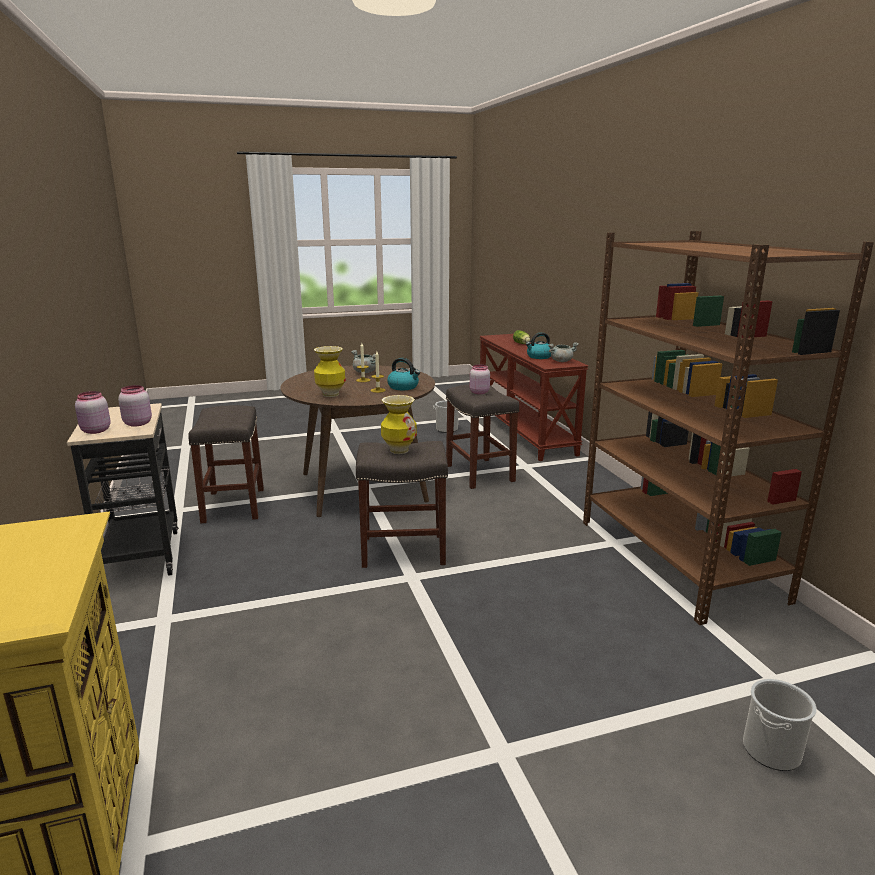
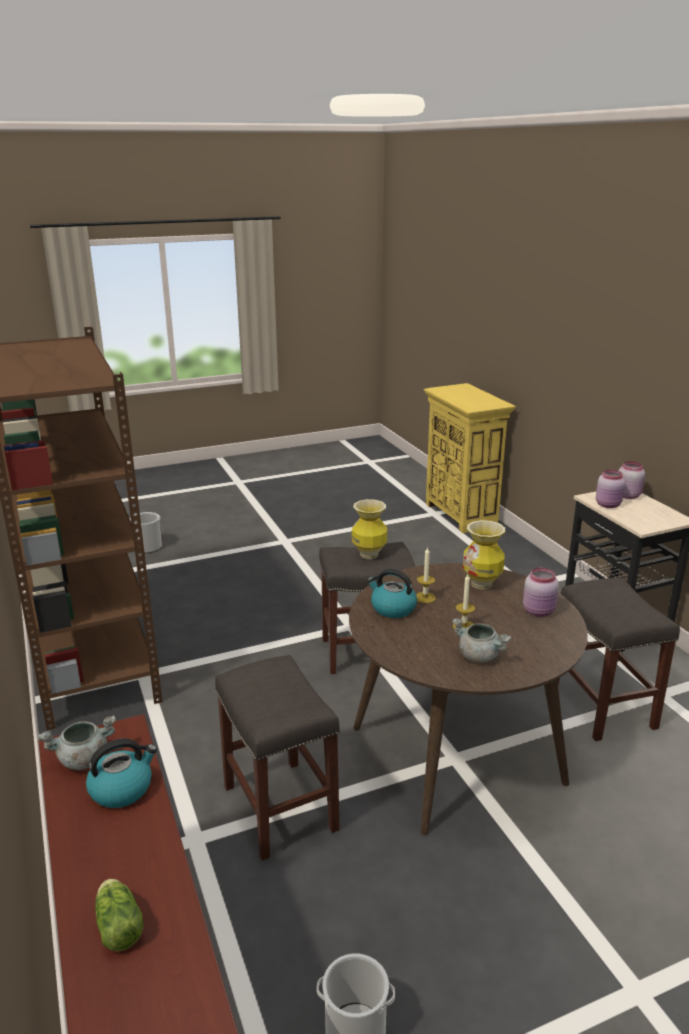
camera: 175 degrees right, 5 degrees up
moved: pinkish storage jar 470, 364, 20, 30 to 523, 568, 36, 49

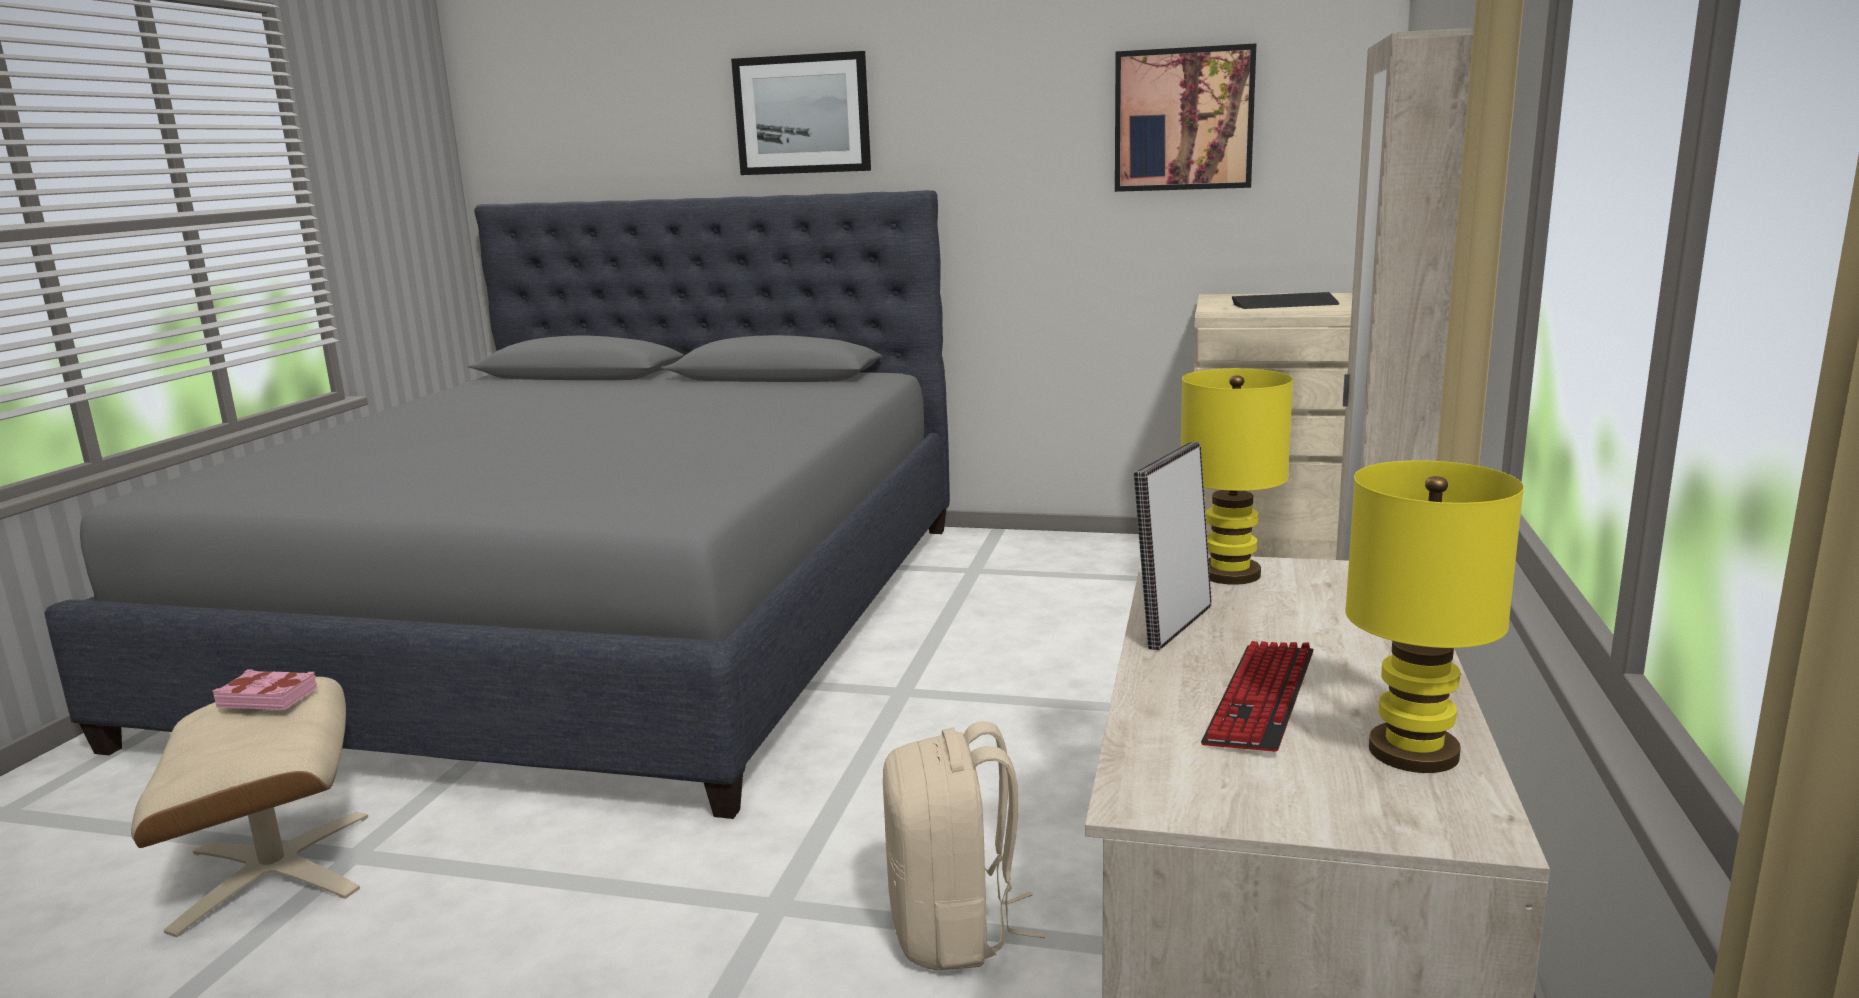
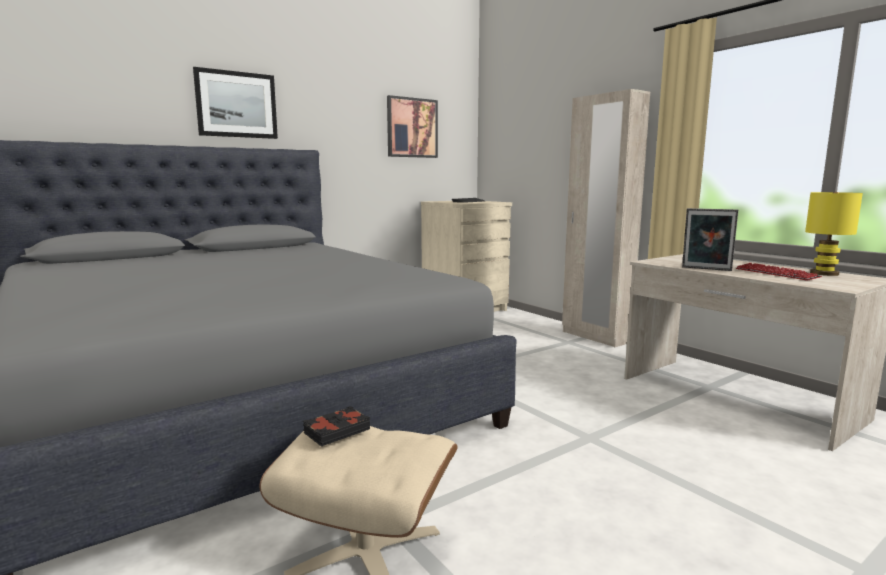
camera: 50 degrees left, 5 degrees down
removed: beige rucksack 883, 721, 162, 249; yellowish table lamp 1181, 368, 112, 217
recoloured: pinkish volume 213, 669, 105, 41 to black-coloured volume 303, 406, 67, 40
turned: standing frame 1134, 442, 78, 208 = 682, 208, 56, 63 45 degrees counterclockwise

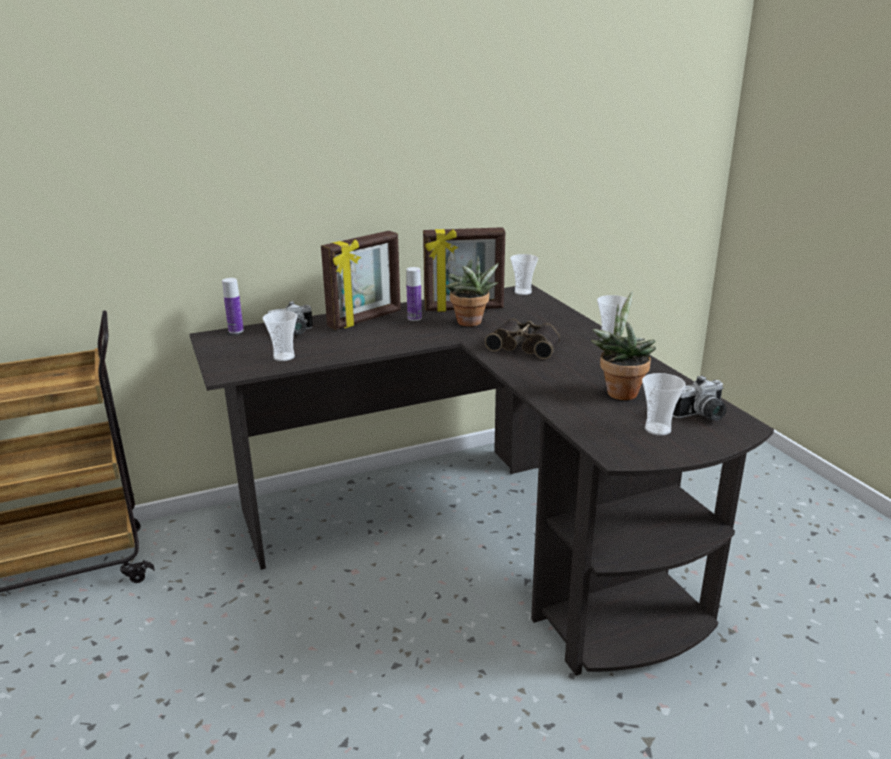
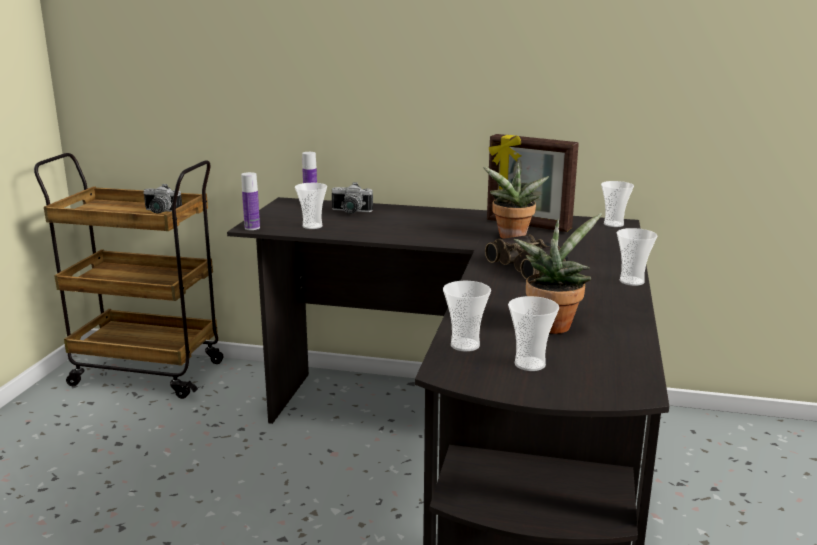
camera: 35 degrees right, 5 degrees down
removed: standing frame 321, 231, 80, 99
added: small cup 443, 281, 48, 71
moved: drink bottle 406, 267, 16, 54 to 241, 172, 19, 58; photo camera 673, 375, 54, 45 to 143, 184, 39, 30

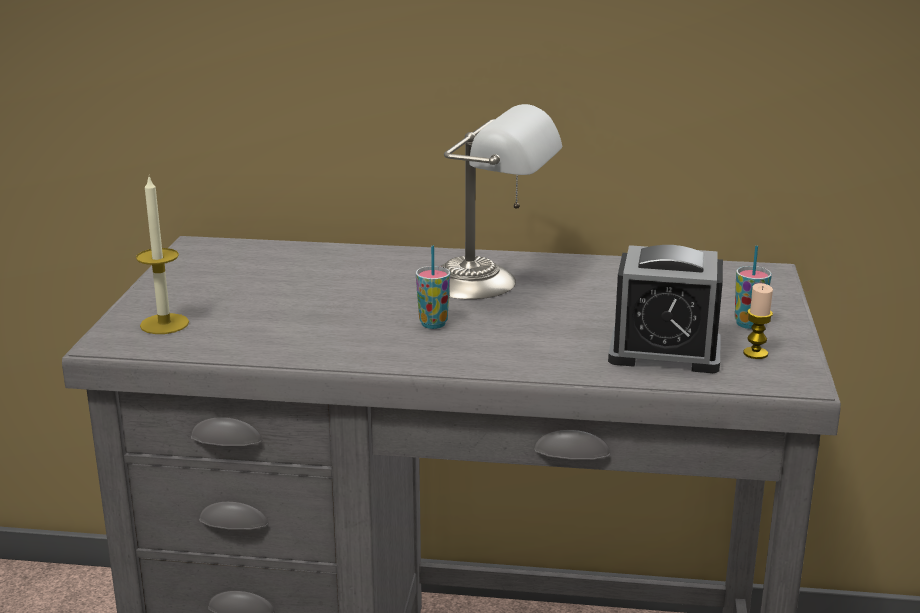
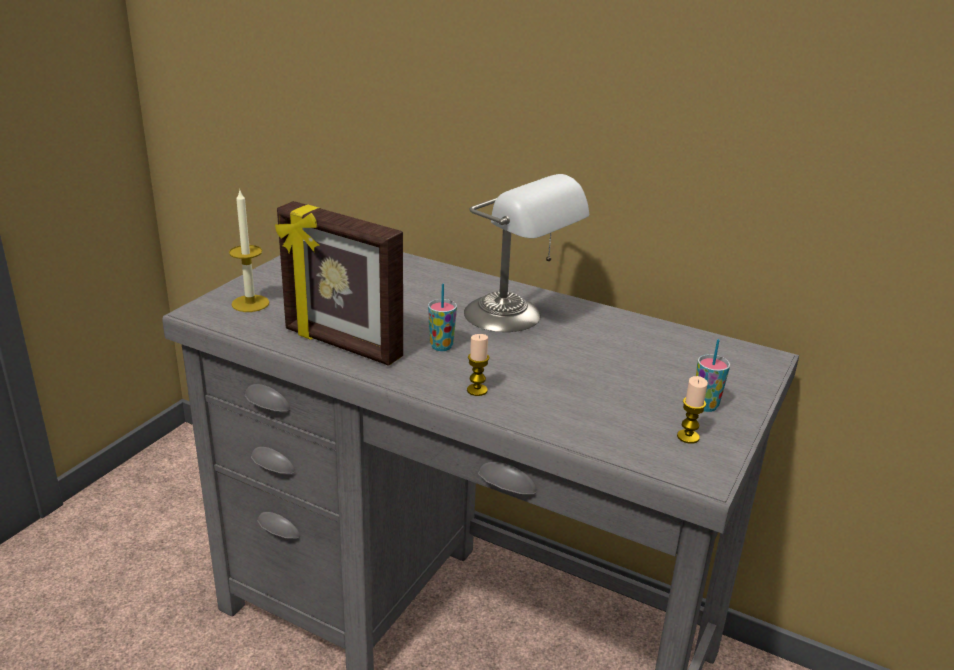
camera: 20 degrees right, 5 degrees up
removed: table clock 608, 245, 115, 128
added: standing frame 275, 201, 128, 165; candle 467, 334, 22, 62

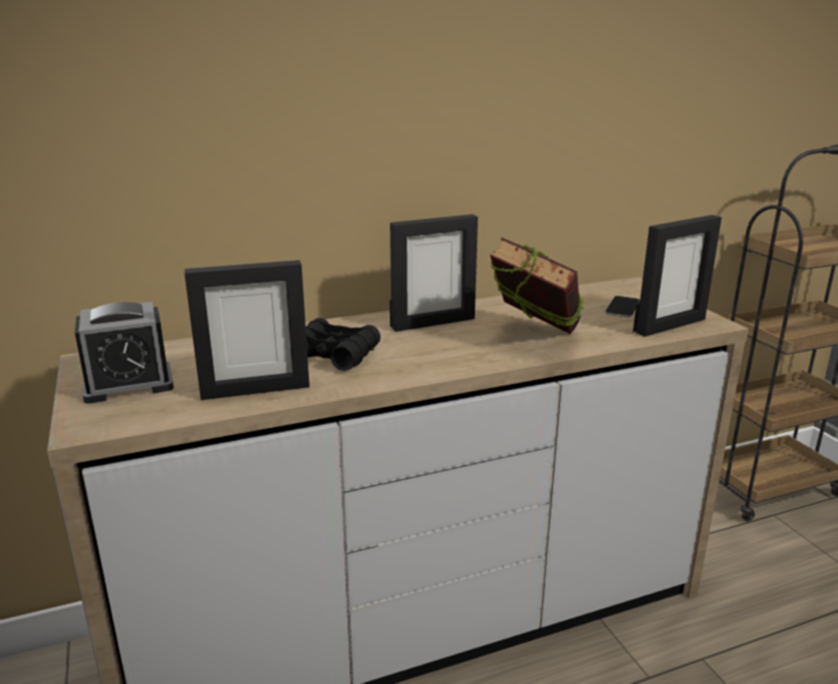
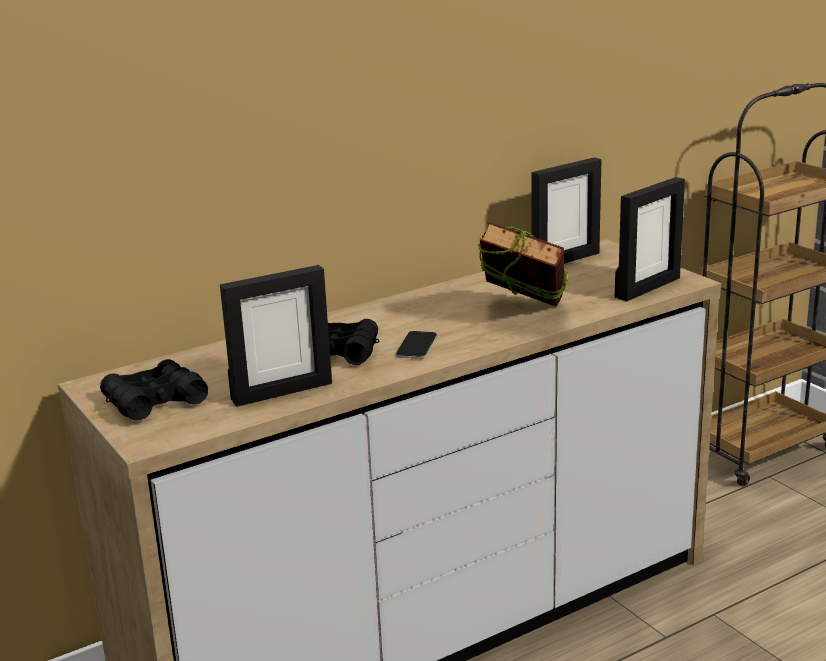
camera: 10 degrees left, 0 degrees up
moved: standing frame 390, 214, 88, 118 to 532, 157, 70, 107; telephone 605, 296, 35, 21 to 396, 331, 41, 28
replaced: table clock 75, 302, 99, 102 to black-coloured binoculars 100, 359, 108, 61

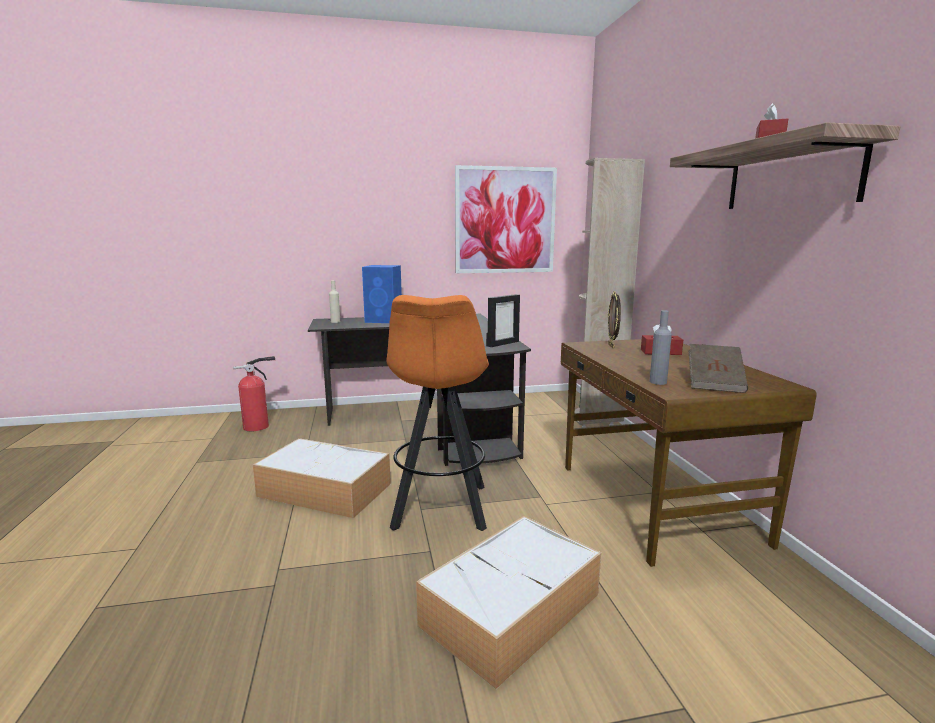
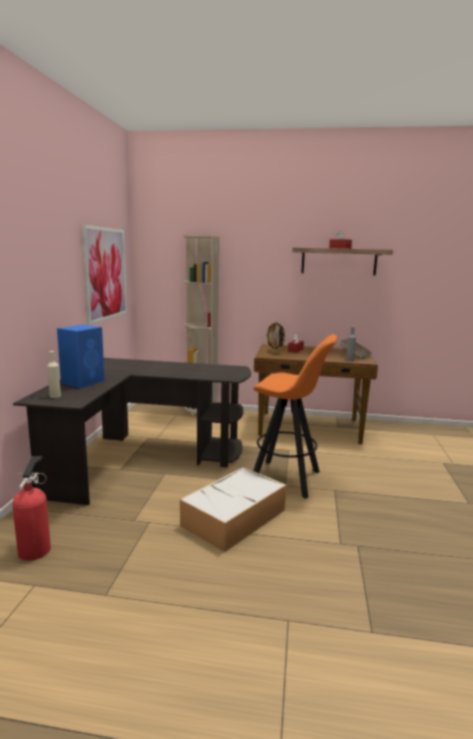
camera: 70 degrees left, 0 degrees up
removed: storage bin 416, 516, 185, 173; standing frame 486, 294, 34, 53

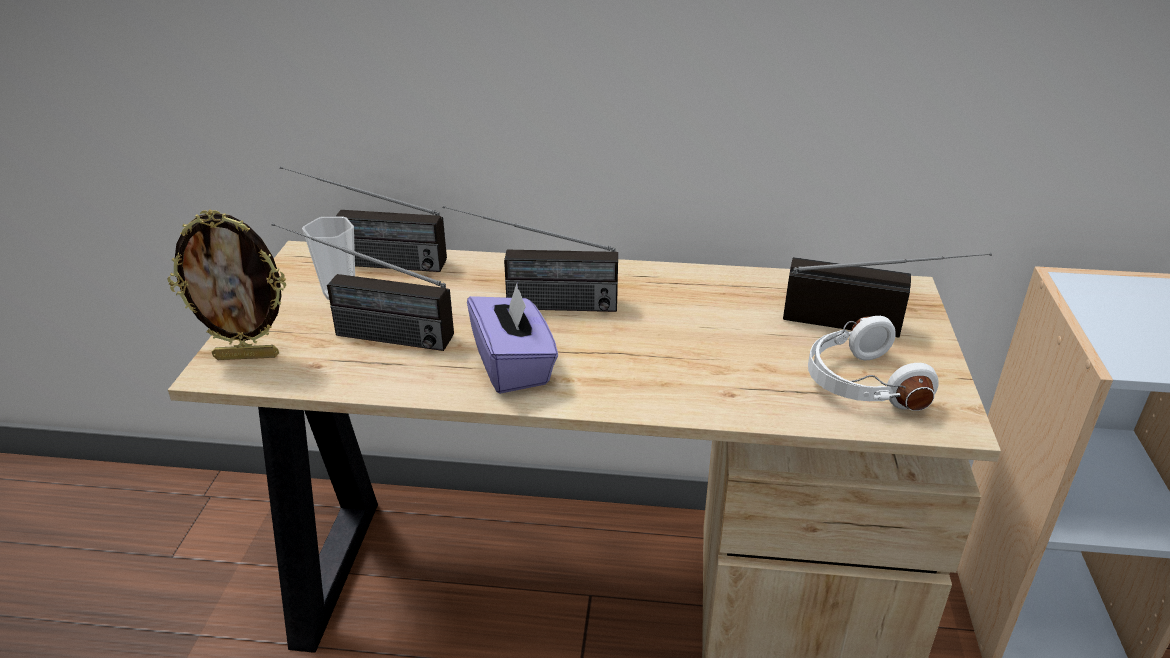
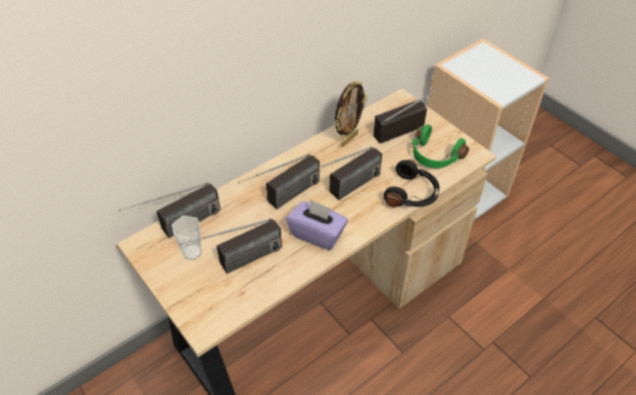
camera: 45 degrees left, 15 degrees up
added: radio receiver 305, 147, 77, 53; black-coloured pair of headphones 384, 159, 56, 48
moved: standing frame 167, 209, 119, 151 to 335, 81, 32, 66
recoloured: white pair of headphones 808, 316, 131, 95 to green-coloured pair of headphones 412, 124, 57, 44

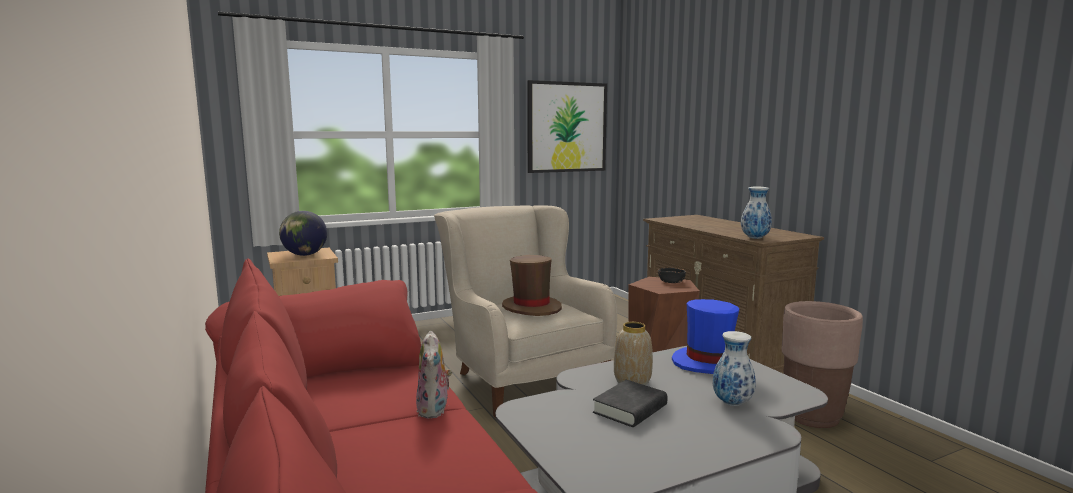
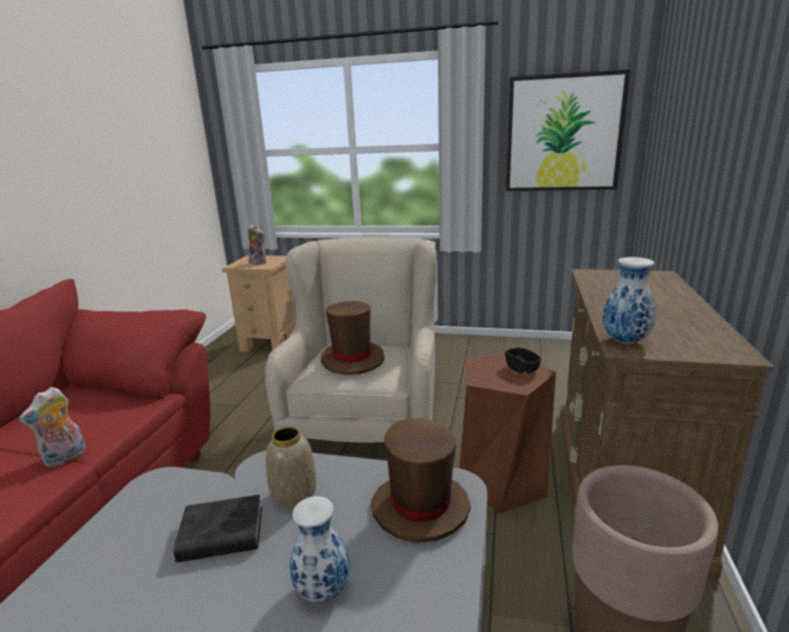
camera: 40 degrees right, 10 degrees up
replaced: globe 279, 211, 48, 45 to cuddly toy 248, 224, 18, 41
recoloured: blue wearable hat 672, 299, 67, 75 to brown-coloured wearable hat 371, 418, 100, 125

